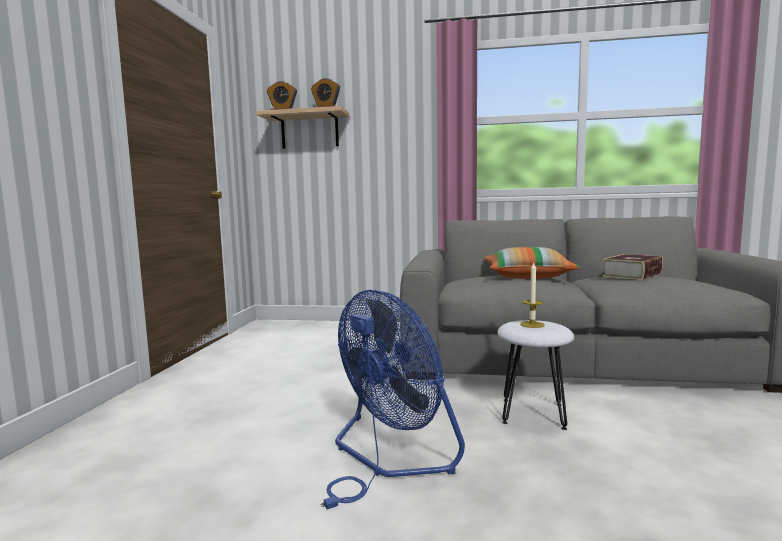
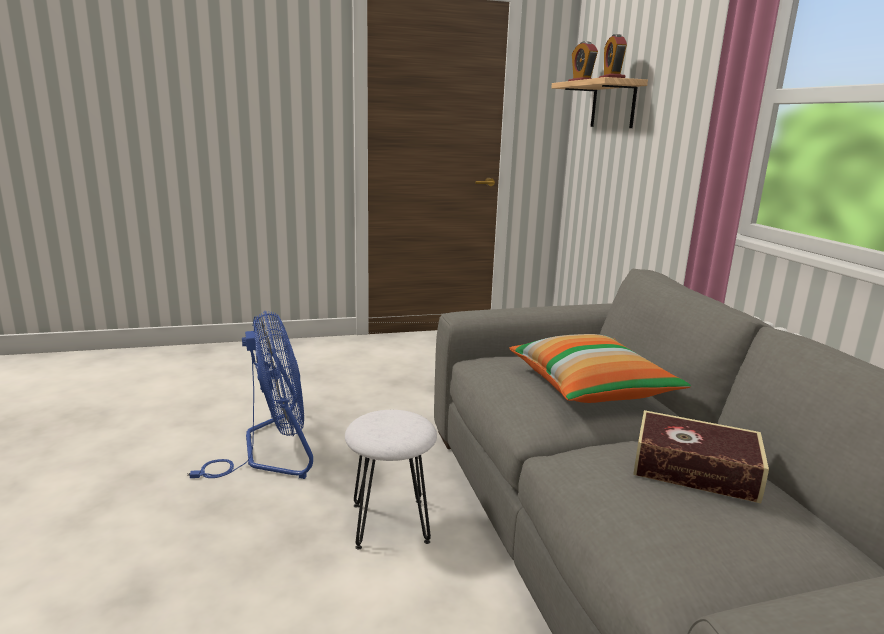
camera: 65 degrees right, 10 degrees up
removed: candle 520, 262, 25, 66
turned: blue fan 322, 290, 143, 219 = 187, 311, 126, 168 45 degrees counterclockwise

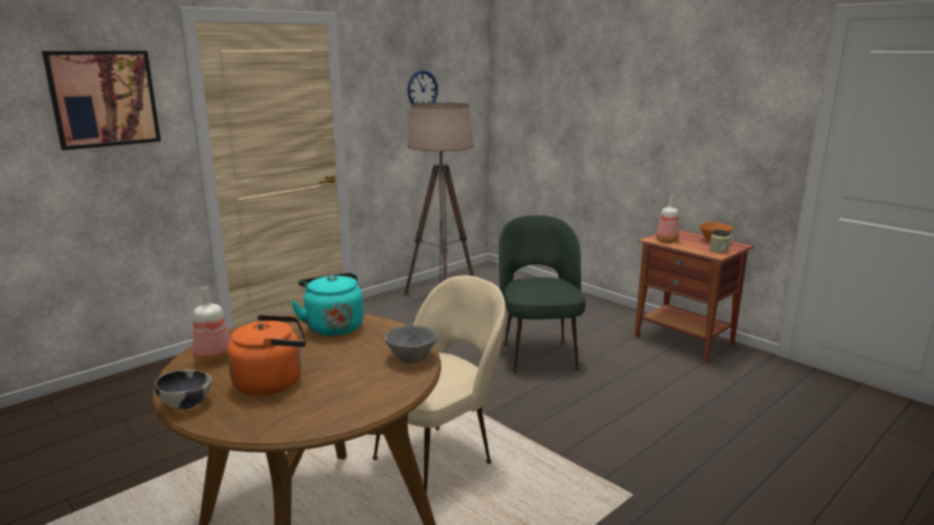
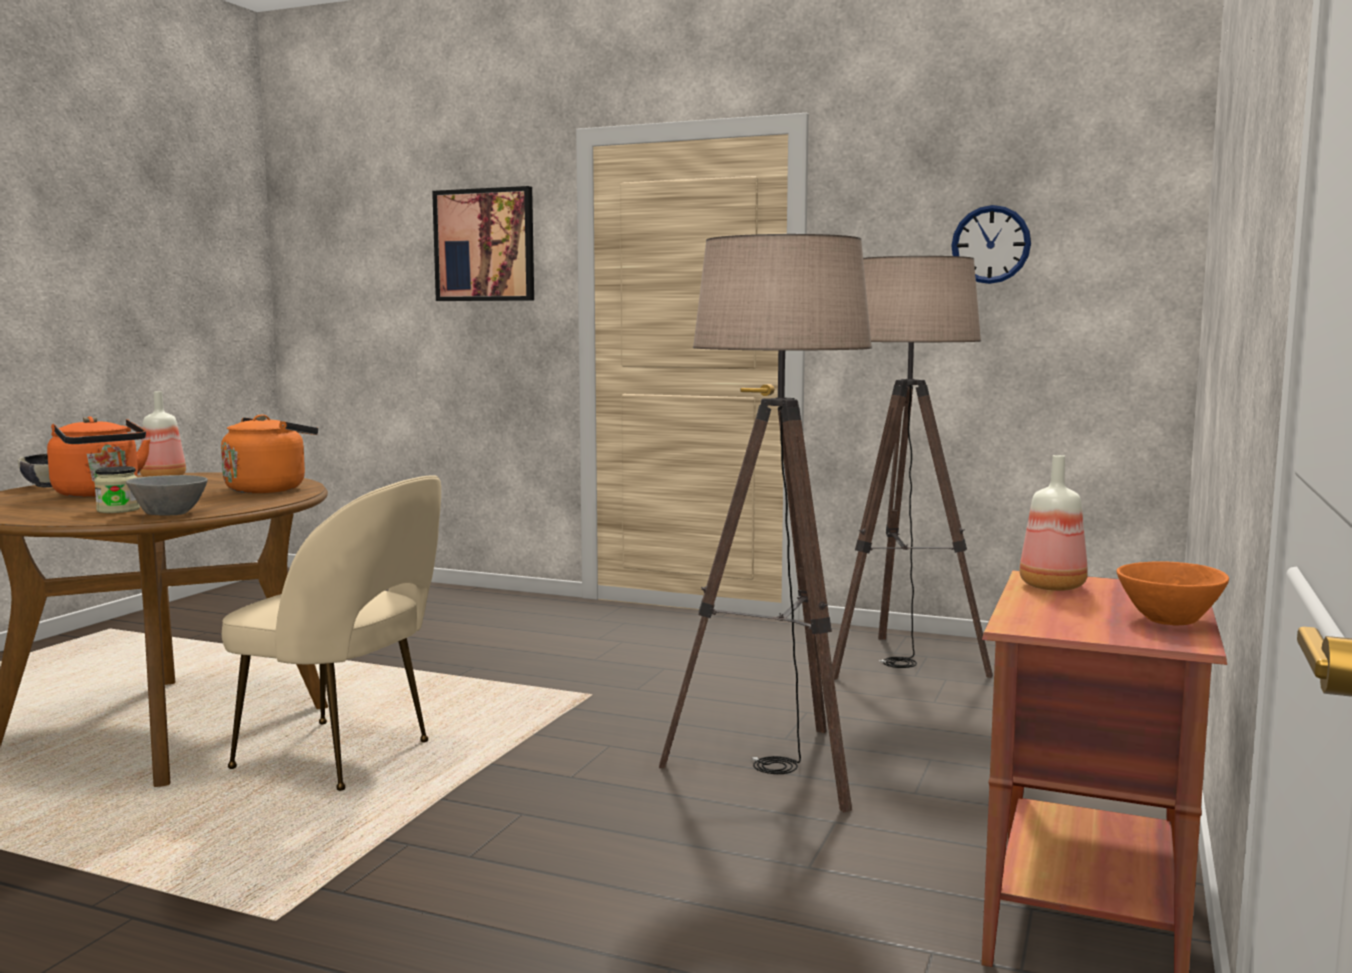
camera: 65 degrees right, 10 degrees down
moved: storage jar 709, 230, 21, 23 to 94, 466, 46, 47
replaced: green-coloured upright chair 499, 215, 87, 158 to standing lamp 659, 234, 213, 578
recoloured: turquoise-coloured kettle 291, 273, 73, 63 to orangey kettle 221, 414, 97, 79

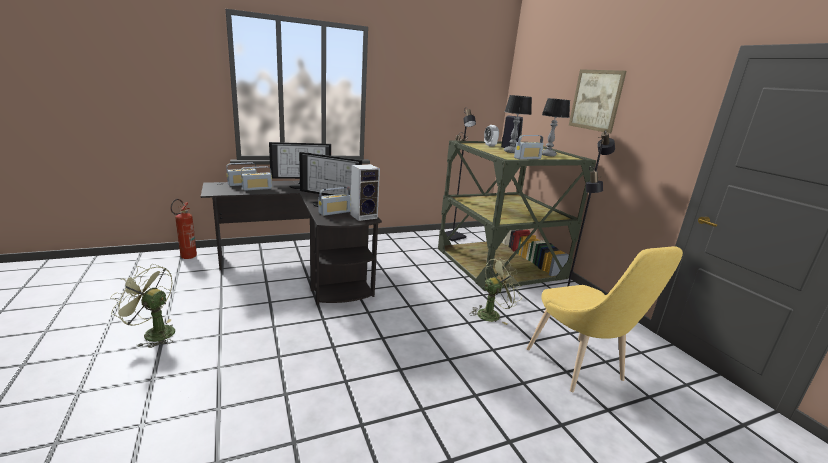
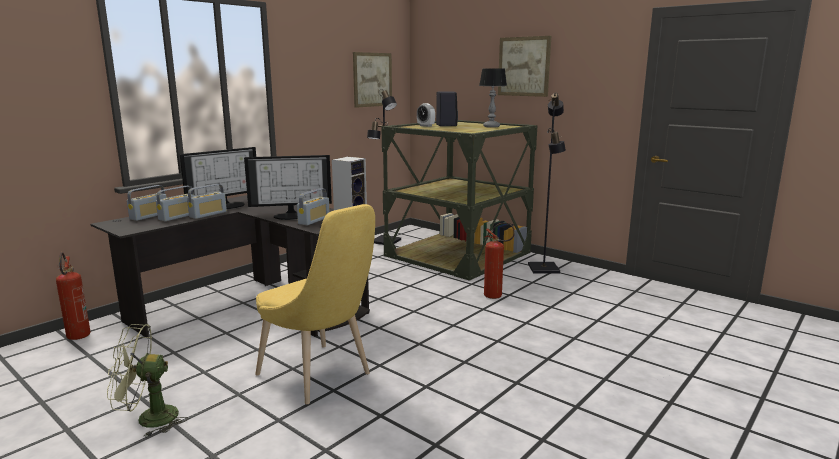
camera: 25 degrees left, 5 degrees down
removed: table lamp 504, 95, 28, 58
added: picture 353, 52, 39, 56
moved: radio receiver 514, 135, 30, 25 to 187, 184, 40, 35; yellowish upright chair 526, 246, 157, 146 to 255, 204, 120, 200
replaced: green-coloured fan 470, 258, 52, 67 to extinguisher 484, 222, 31, 77

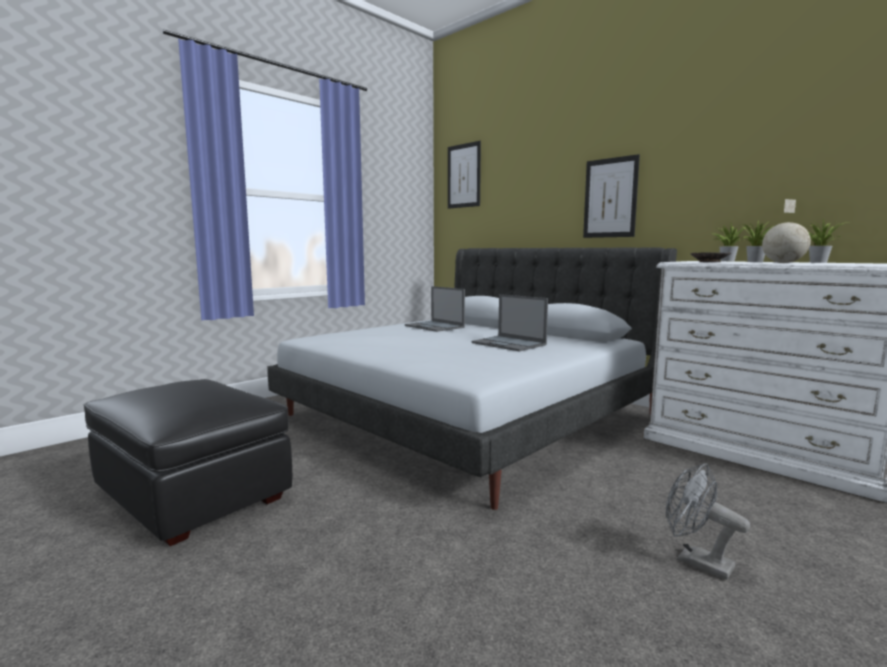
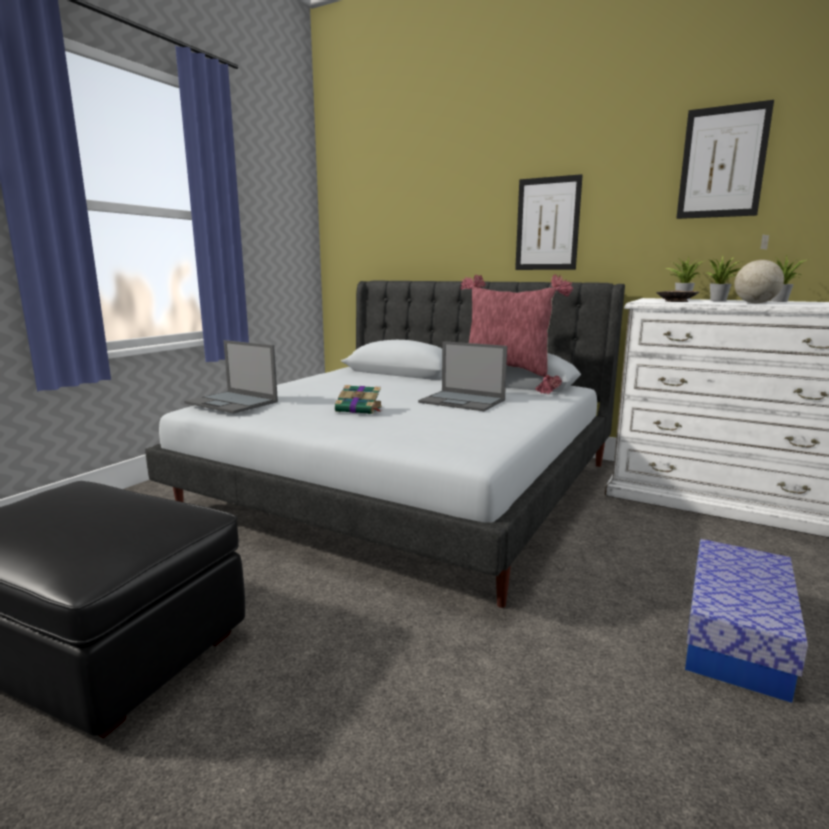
camera: 15 degrees left, 5 degrees up
added: volume 335, 385, 47, 29; red pillow 460, 274, 113, 120
moved: portable computer 405, 286, 60, 46 to 184, 340, 94, 73; picture 448, 141, 33, 68 to 676, 100, 98, 119
replaced: gray fan 666, 463, 84, 117 to storage bin 685, 539, 123, 164

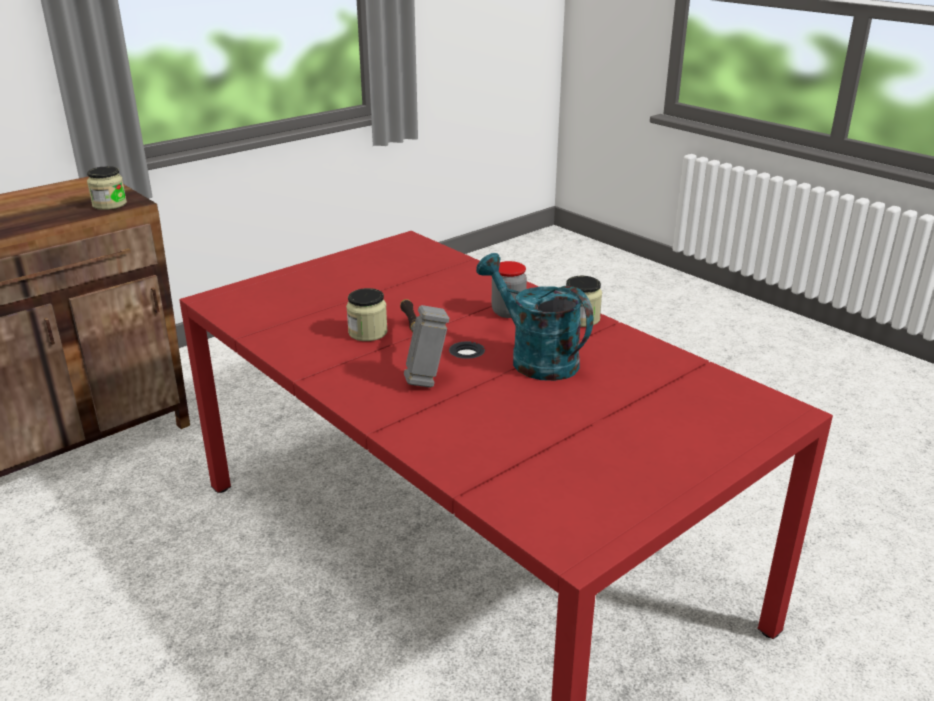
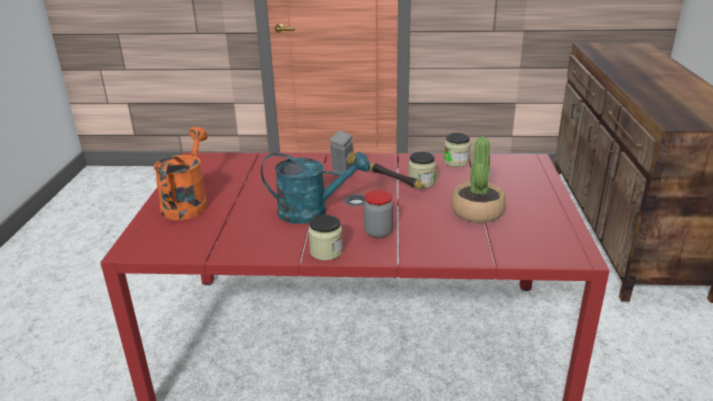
camera: 135 degrees right, 0 degrees up
added: orangey watering pot 154, 127, 54, 93; houseplant 451, 137, 55, 86
moved: storage jar 87, 166, 40, 44 to 444, 133, 27, 34

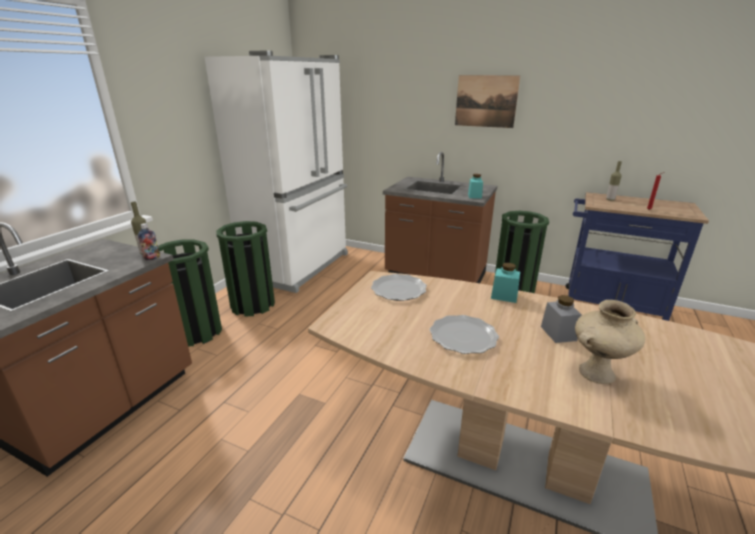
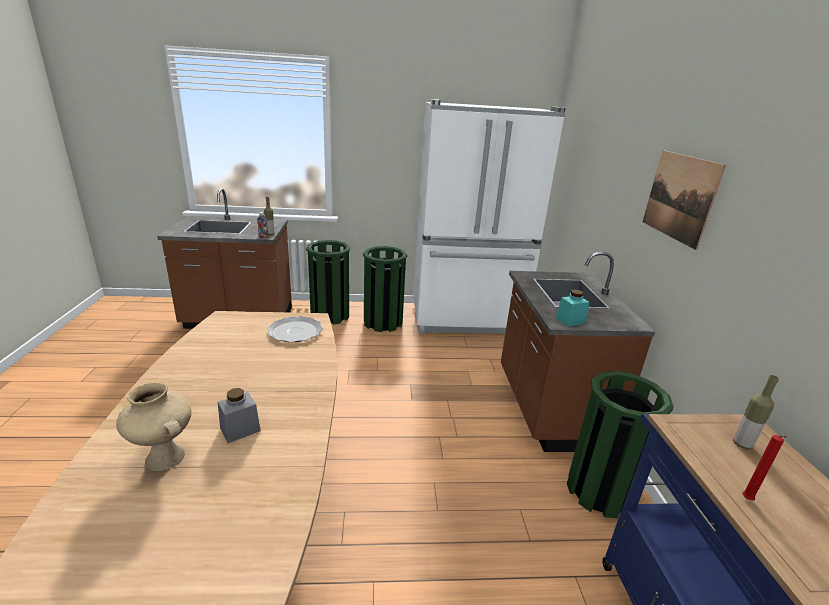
camera: 60 degrees right, 0 degrees up
removed: dinner plate 430, 315, 69, 39; turquoise-coloured storage jar 491, 263, 29, 40

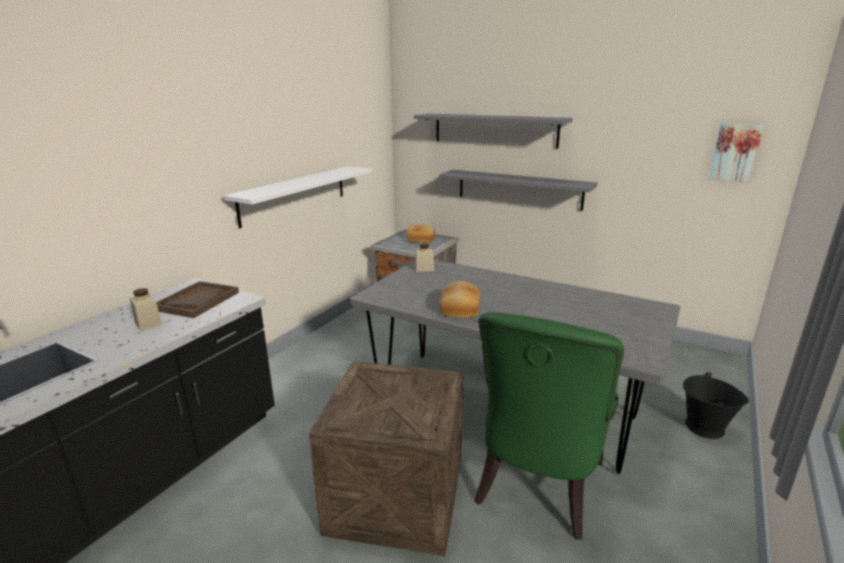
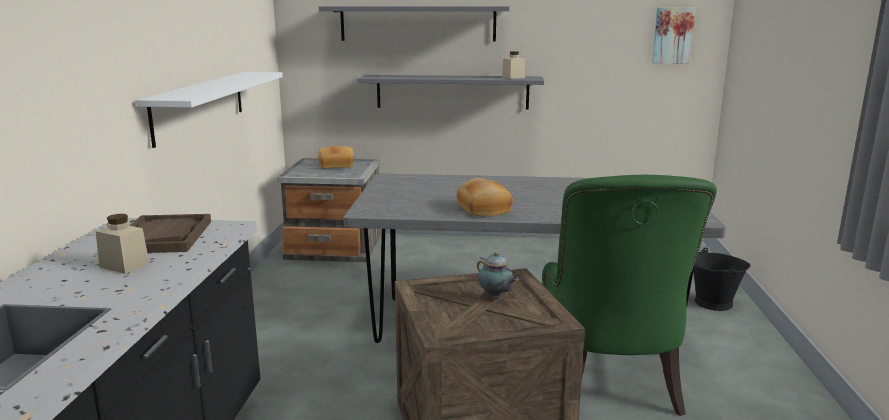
camera: 25 degrees left, 5 degrees down
added: tea pot 477, 251, 41, 48
moved: beige storage jar 415, 243, 19, 29 to 502, 51, 23, 28

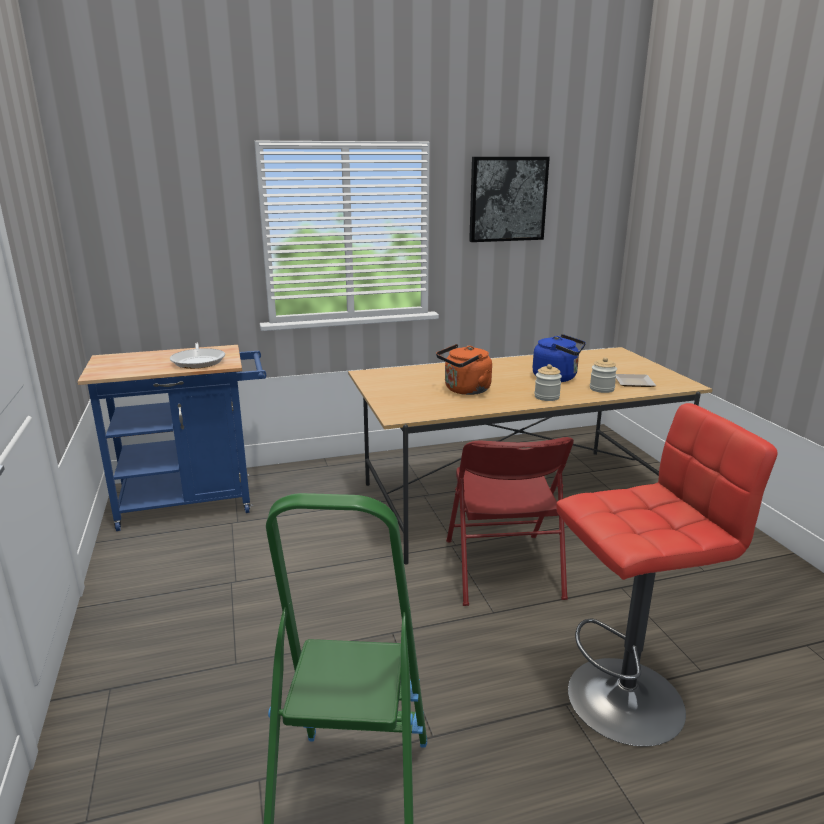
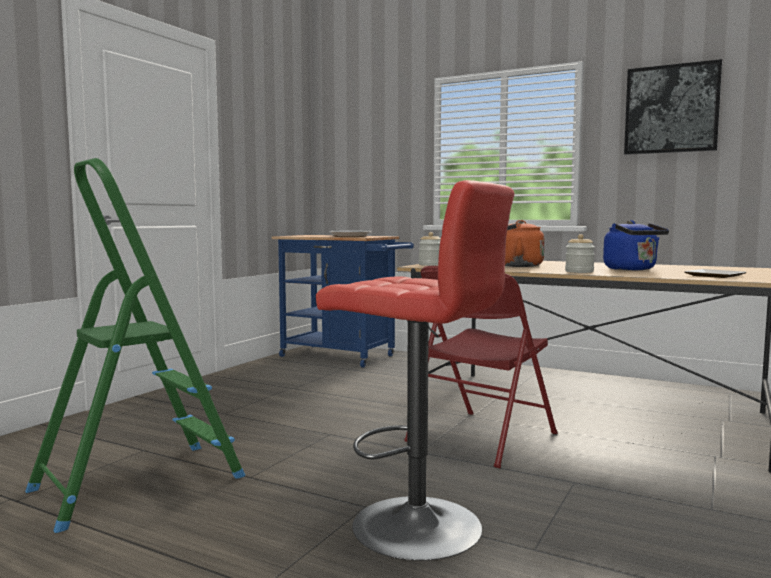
camera: 45 degrees right, 15 degrees down
moved: storage jar 590, 357, 27, 36 to 419, 232, 22, 34

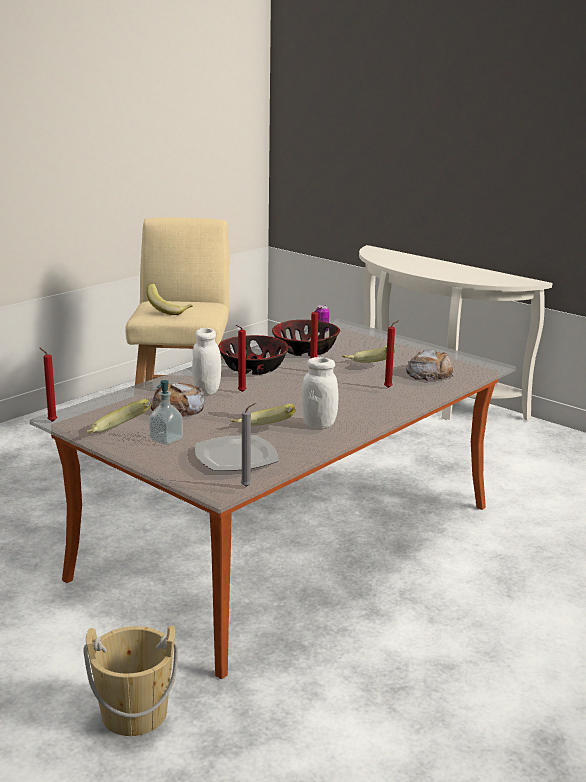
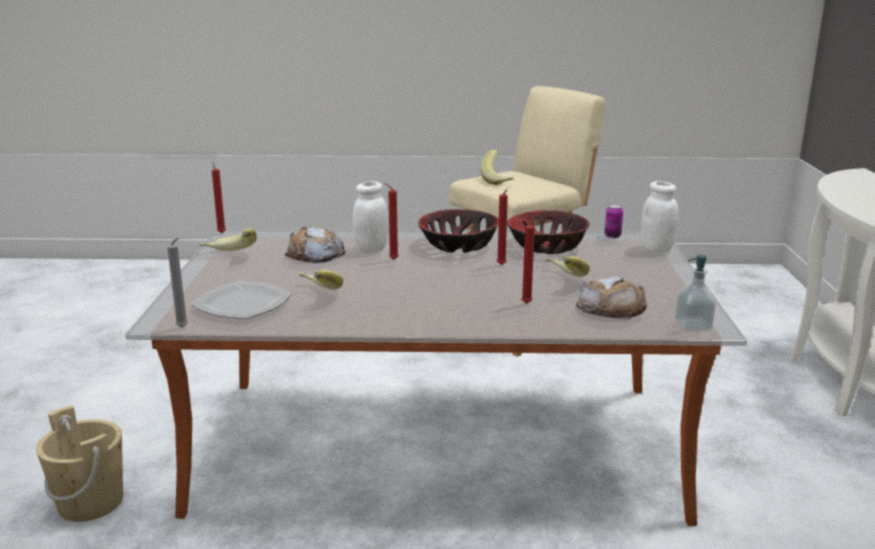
camera: 50 degrees right, 0 degrees up
moved: liquid soap bottle 149, 380, 34, 65 to 675, 255, 41, 77; white storage jar 302, 357, 37, 71 to 641, 181, 38, 72

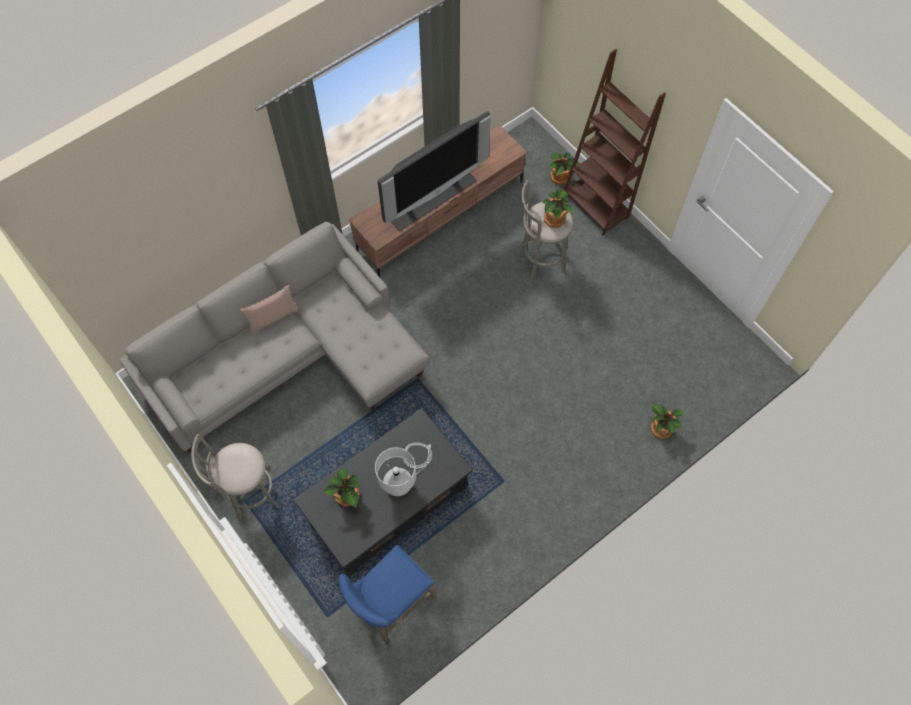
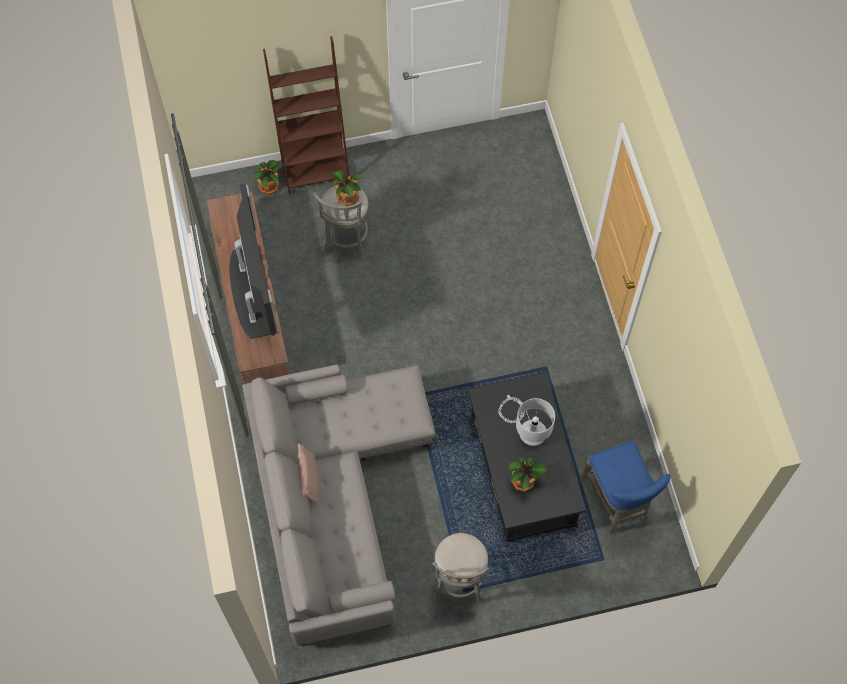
camera: 65 degrees left, 0 degrees up
removed: houseplant 650, 404, 34, 35

